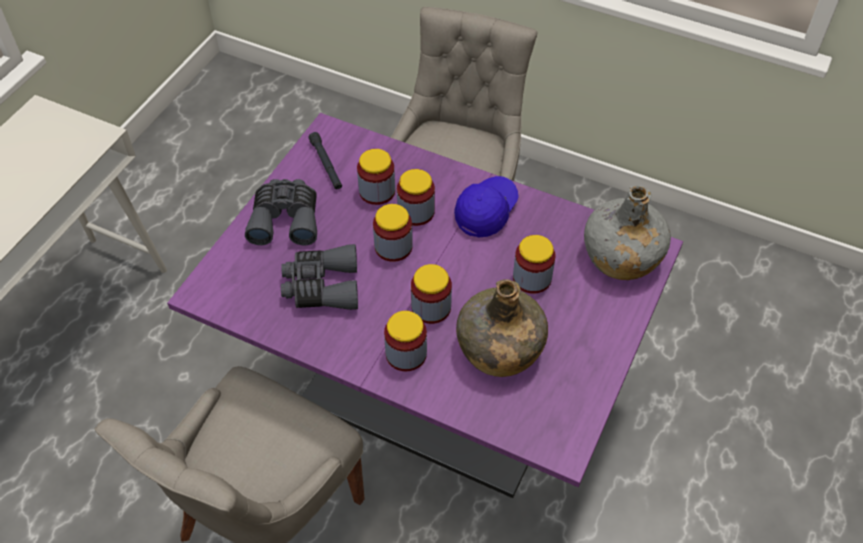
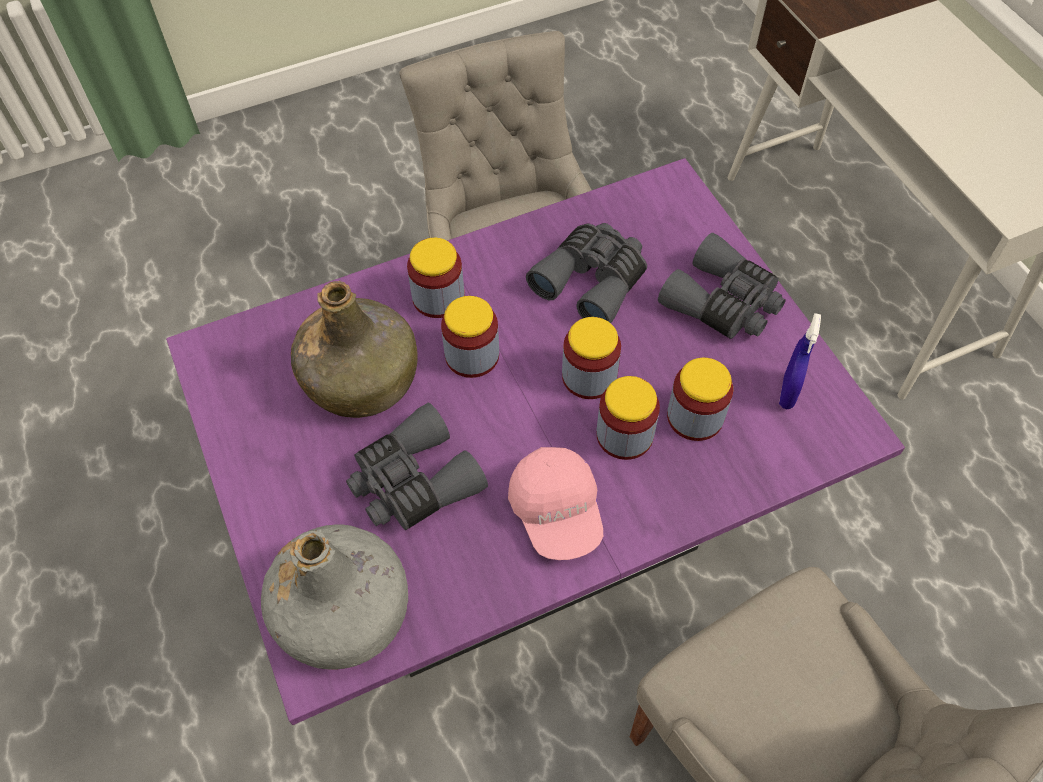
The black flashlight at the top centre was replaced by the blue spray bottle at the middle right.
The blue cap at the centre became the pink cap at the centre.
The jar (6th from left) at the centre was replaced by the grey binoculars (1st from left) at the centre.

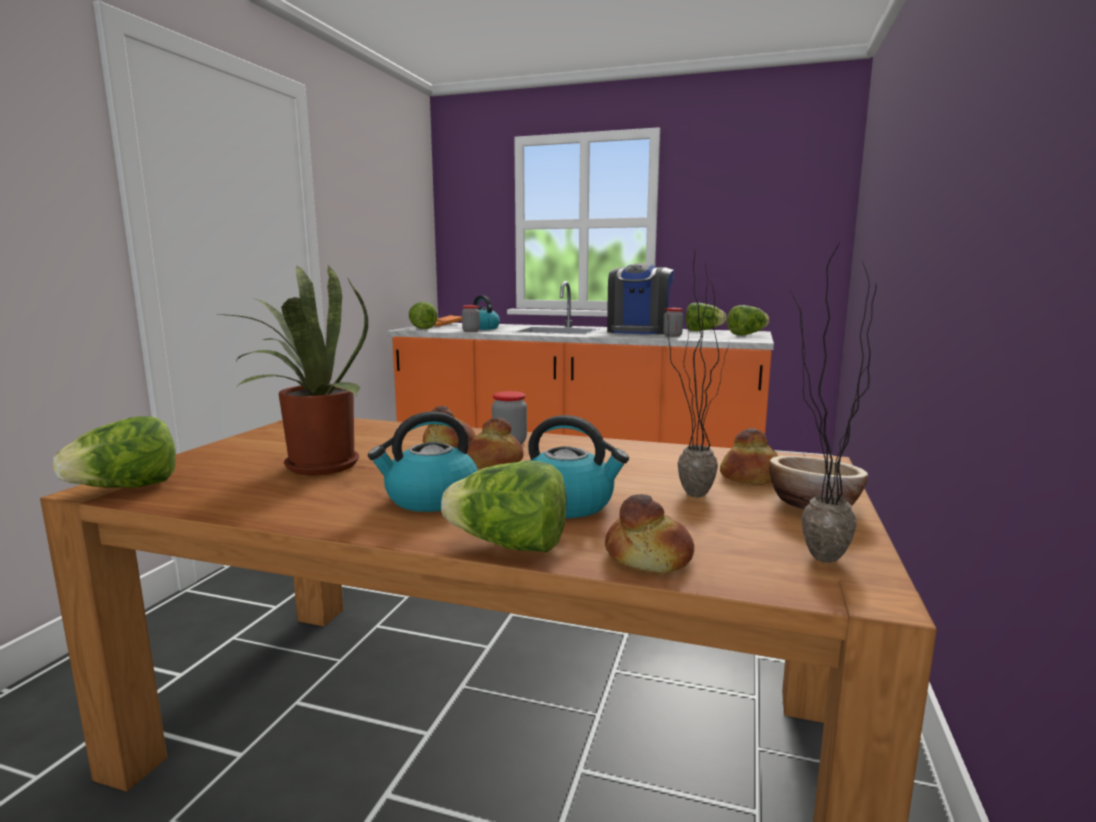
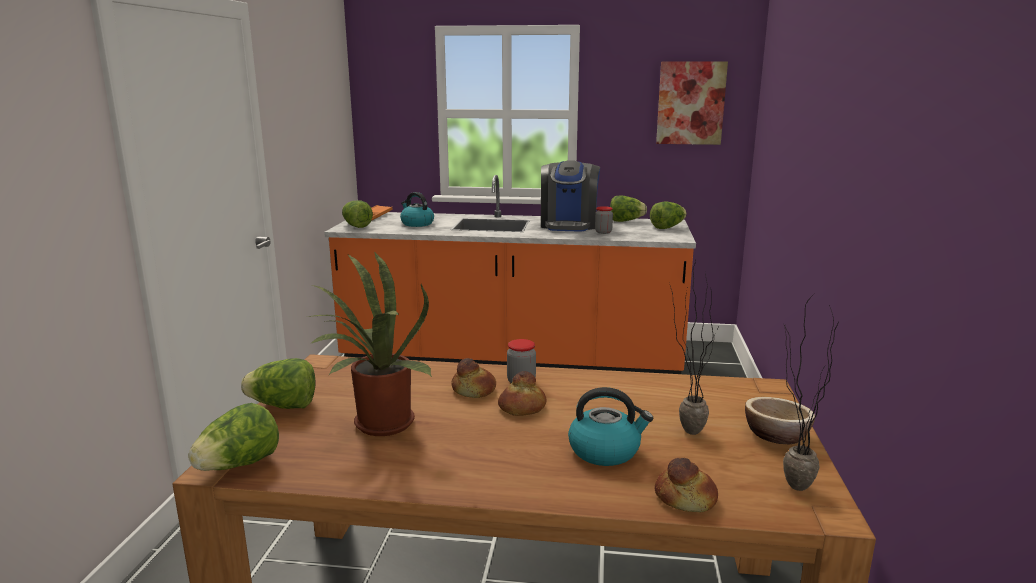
The jar (1st from left) at the centre disappeared.
The kettle (1st from left) at the centre disappeared.
The bread (4th from left) at the middle right disappeared.
The lettuce (3rd from left in the first image) moved from the centre to the middle left.
The picture at the top right appeared.

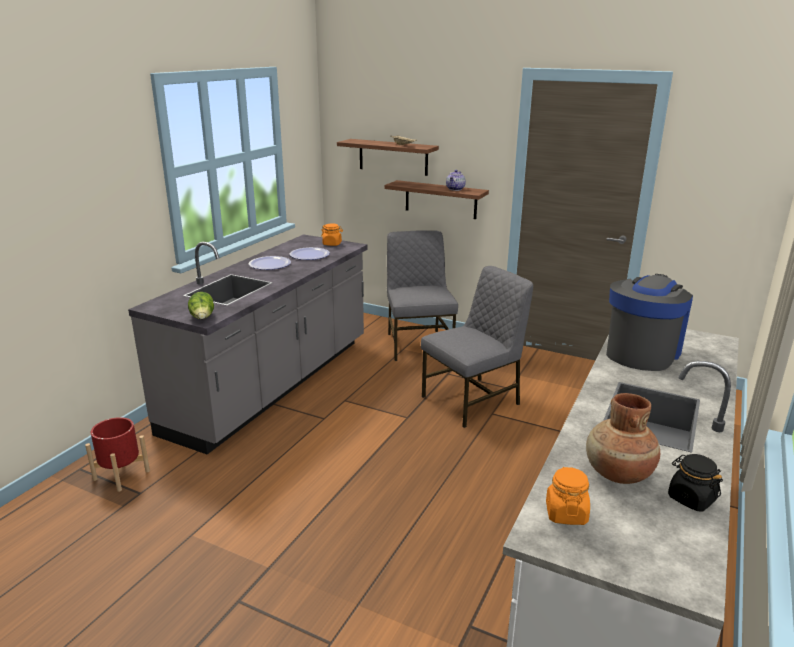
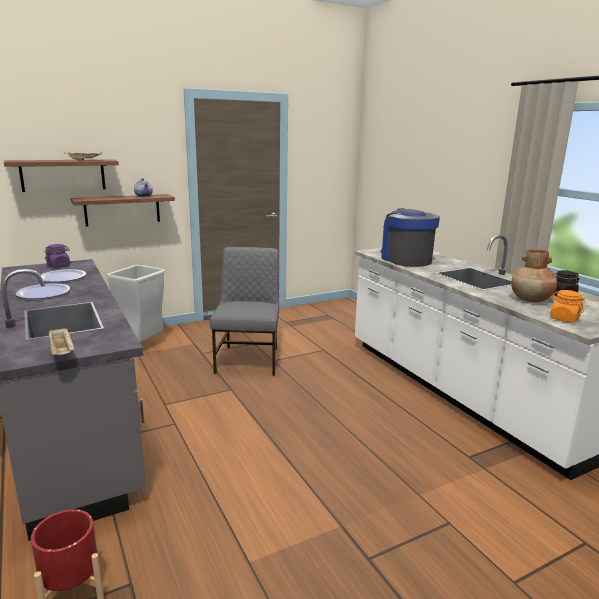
The orange jar (1st from left) at the centre became the purple jar at the middle left.
The grey chair (1st from left) at the centre was replaced by the grey trash can at the middle left.
The lettuce at the middle left disappeared.
The beige tray (1st from left) at the middle left appeared.

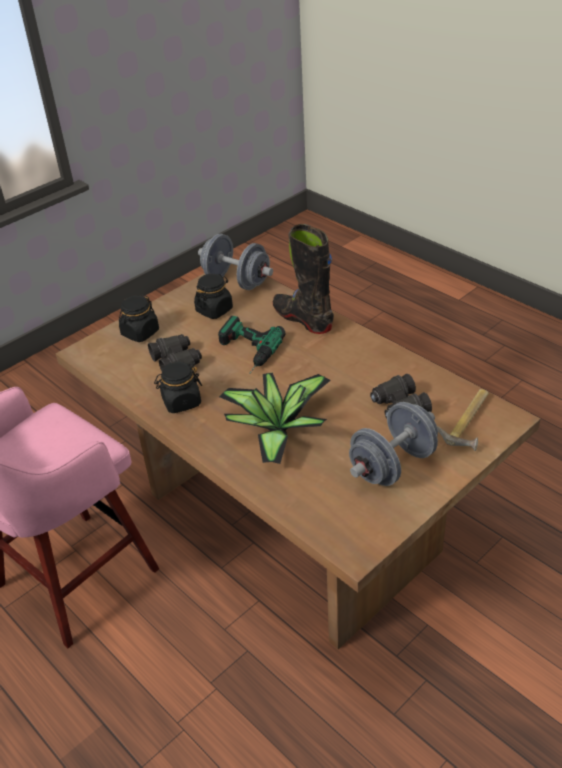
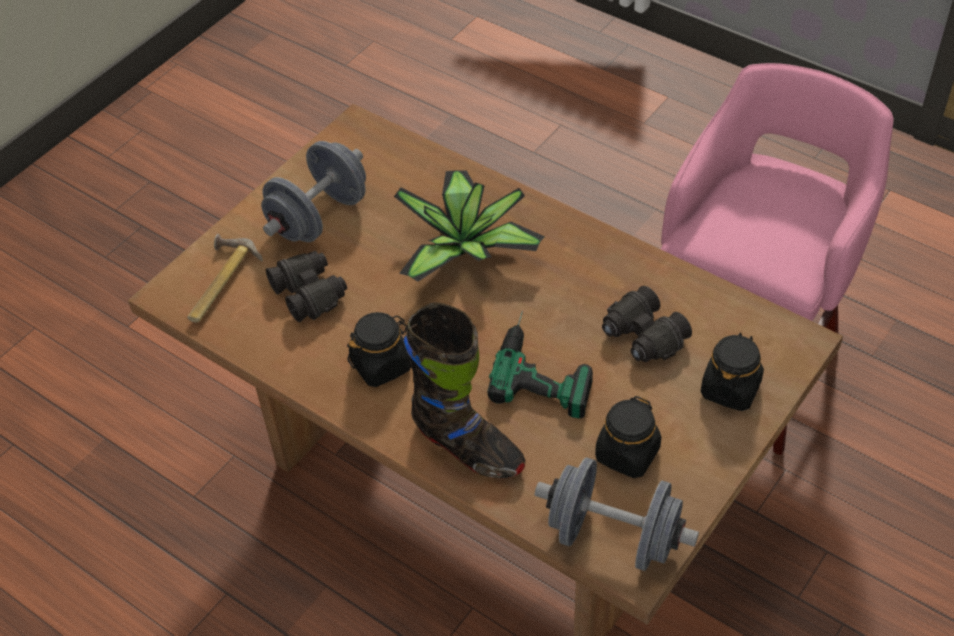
The black jar (2nd from left in the first image) moved from the middle left to the centre.

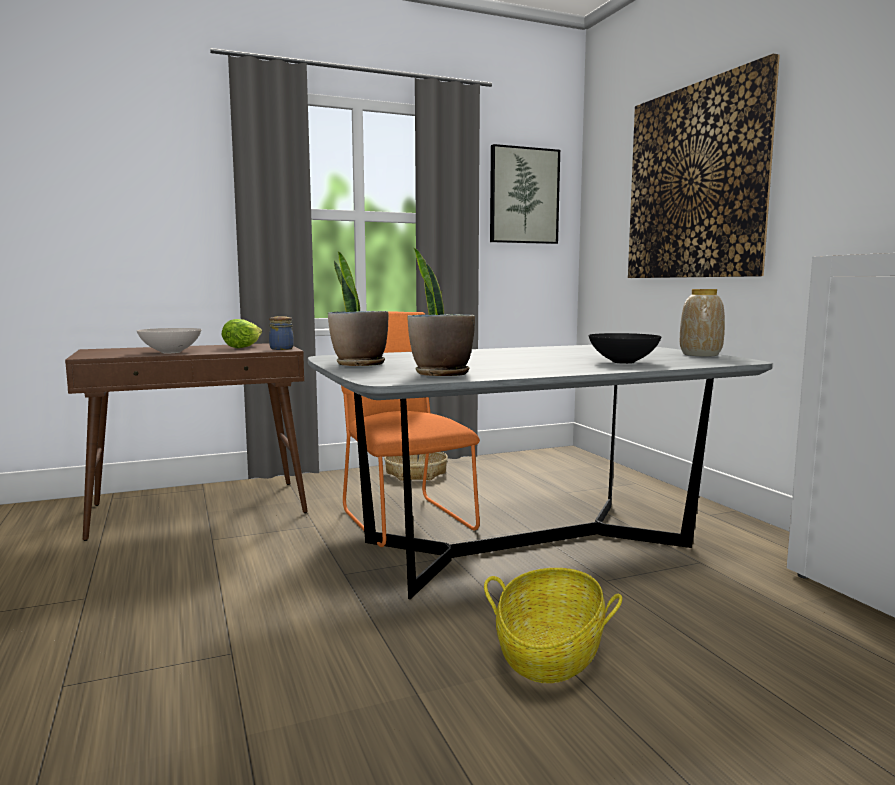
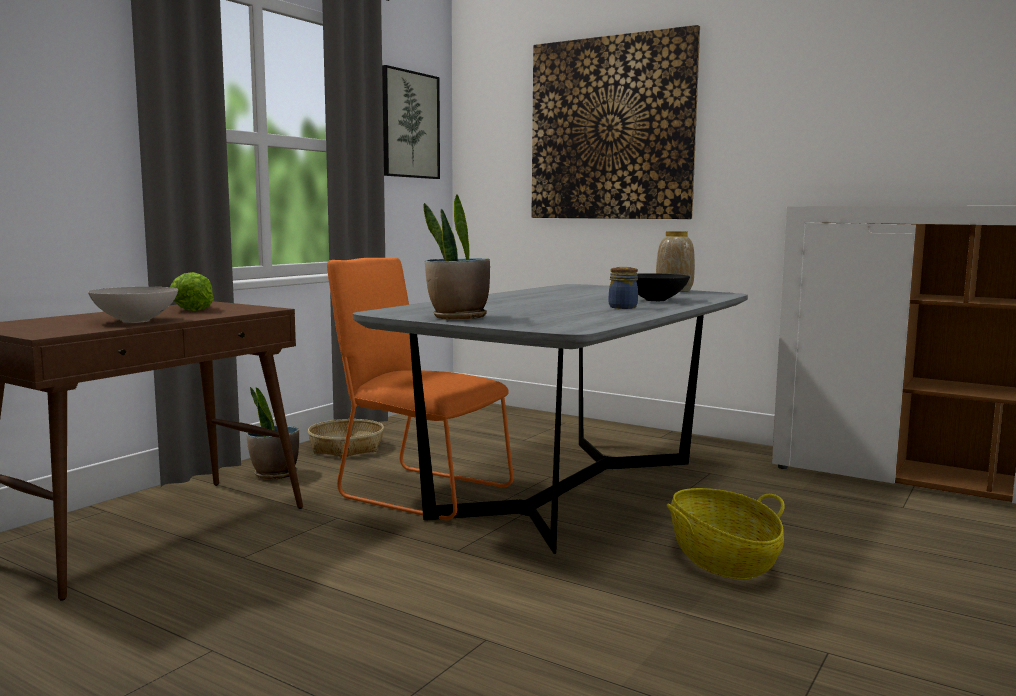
The potted plant (2nd from left in the first image) moved from the centre to the middle left.
The jar moved from the middle left to the centre.

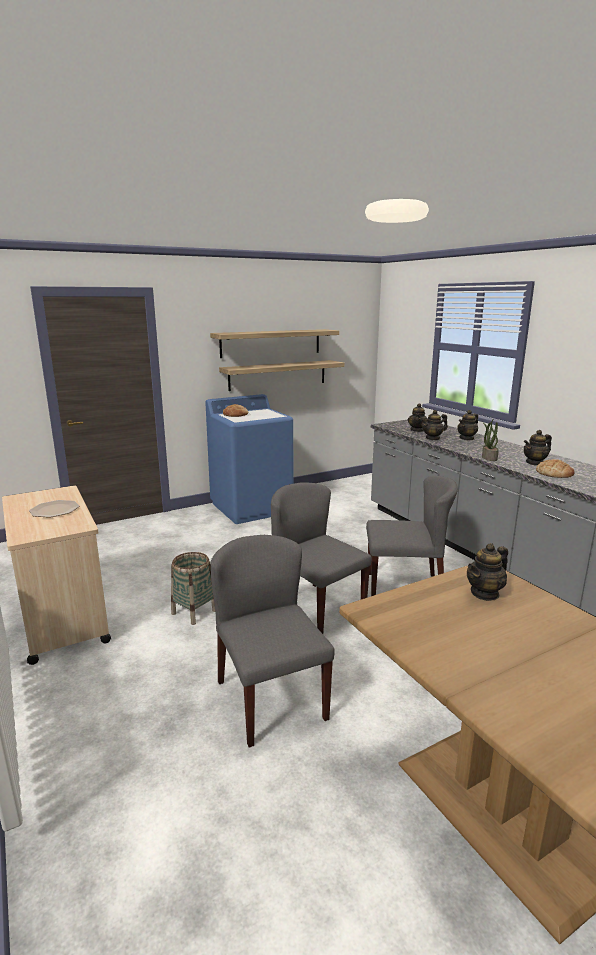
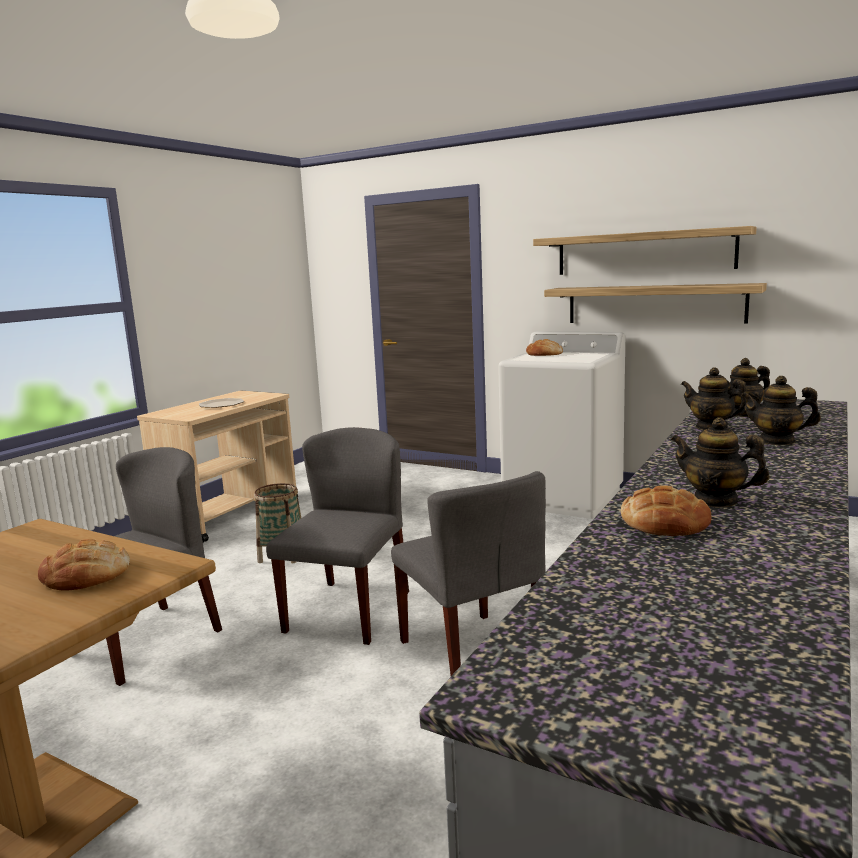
The blue washing machine at the centre became the white washing machine at the centre.
The potted plant at the middle right disappeared.
The teapot (4th from left) at the middle right was replaced by the bread (1st from left) at the middle left.

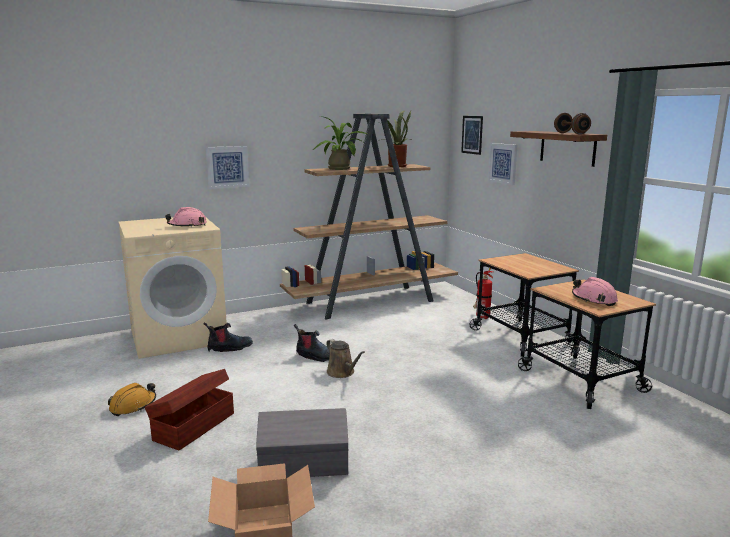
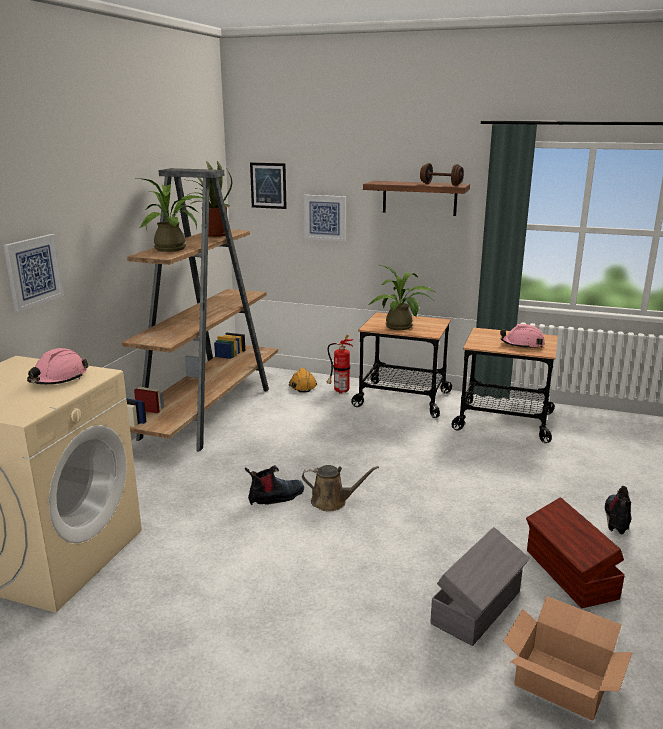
The boot (1st from left in the first image) moved from the middle left to the bottom right.
The brown storage box moved from the bottom left to the bottom right.
The orange hard hat moved from the bottom left to the centre.
The potted plant (3rd from left) at the centre appeared.

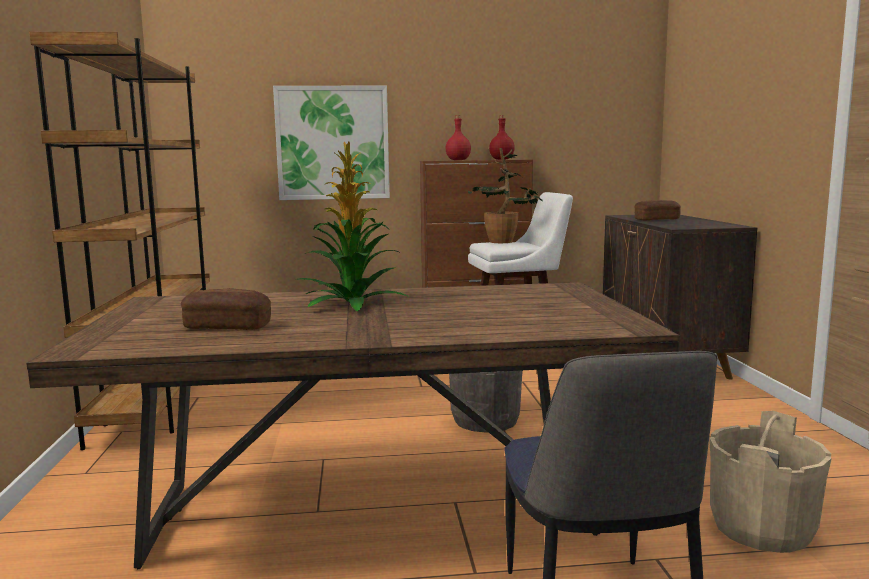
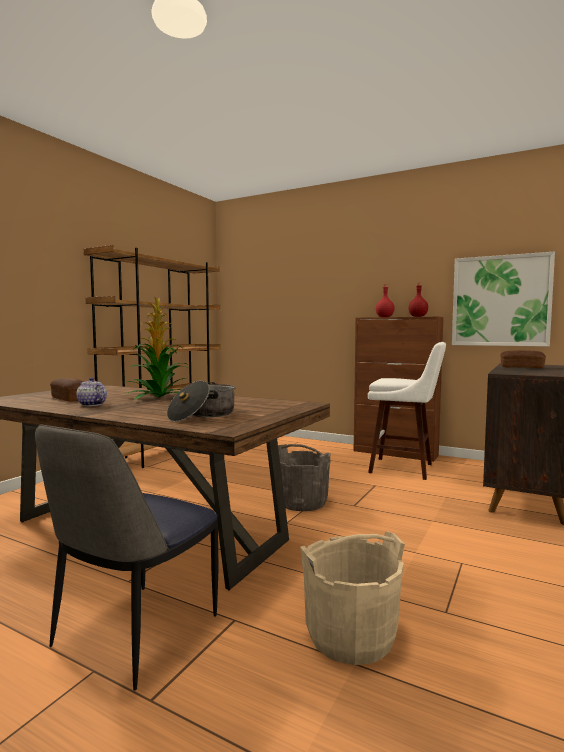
The picture moved from the top centre to the middle right.
The potted plant (2nd from left) at the centre disappeared.
The teapot at the middle left appeared.
The cooking pot at the centre appeared.

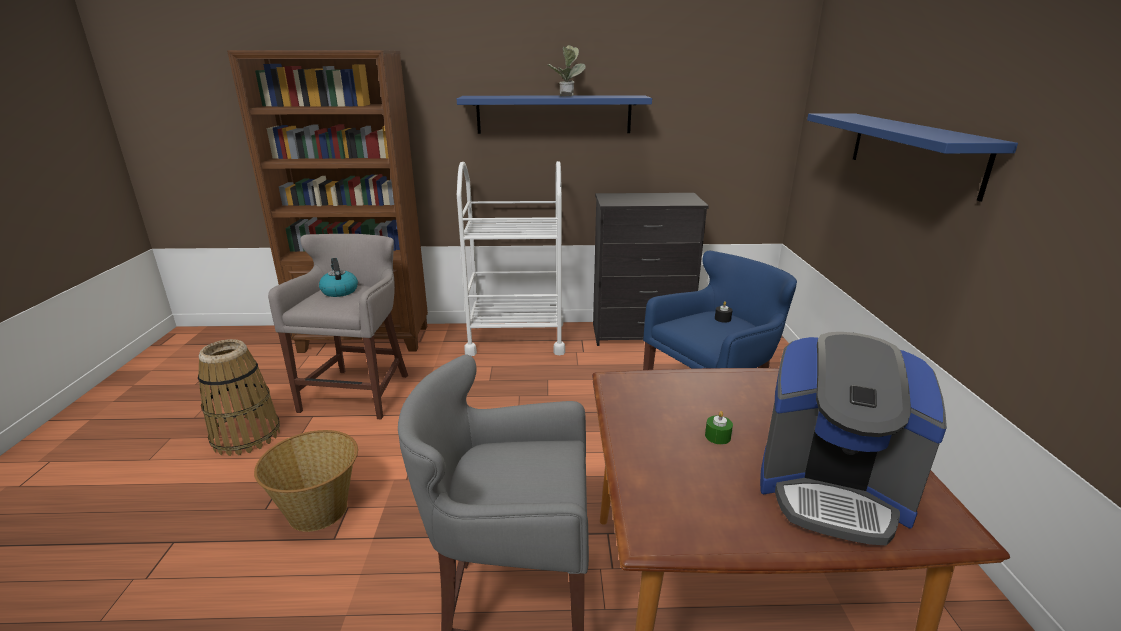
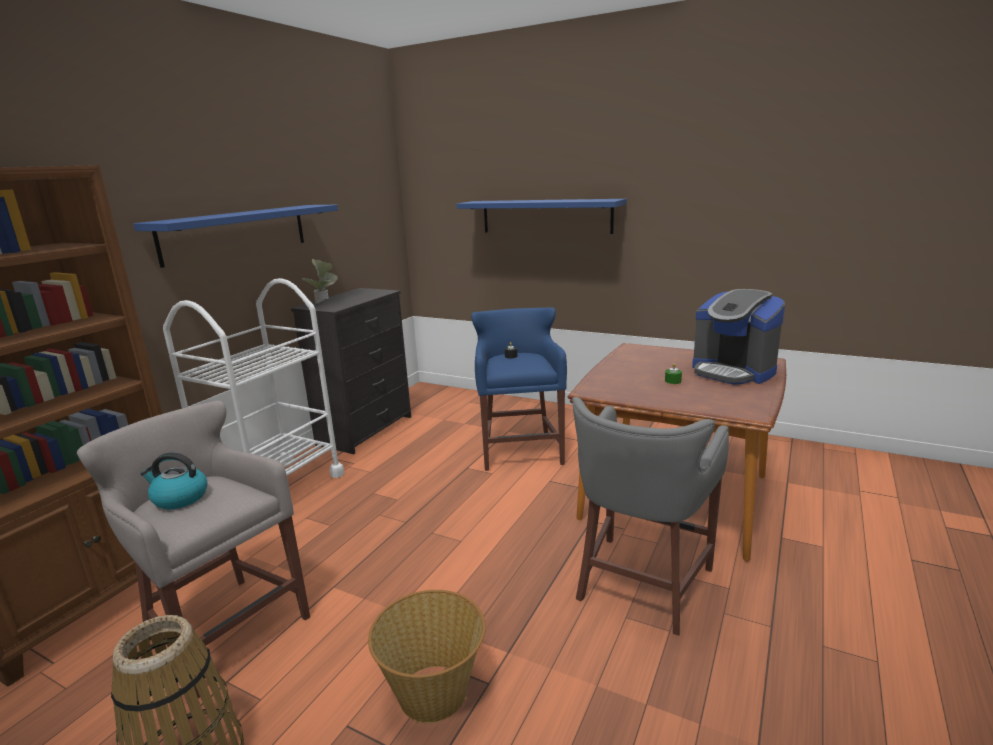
The potted plant moved from the top centre to the middle left.
The coffee machine at the bottom right turned 90 degrees clockwise.

